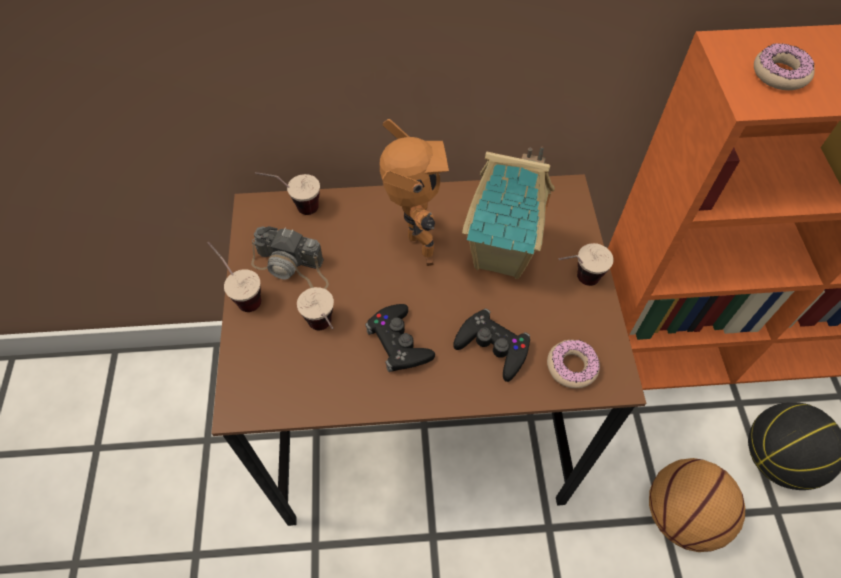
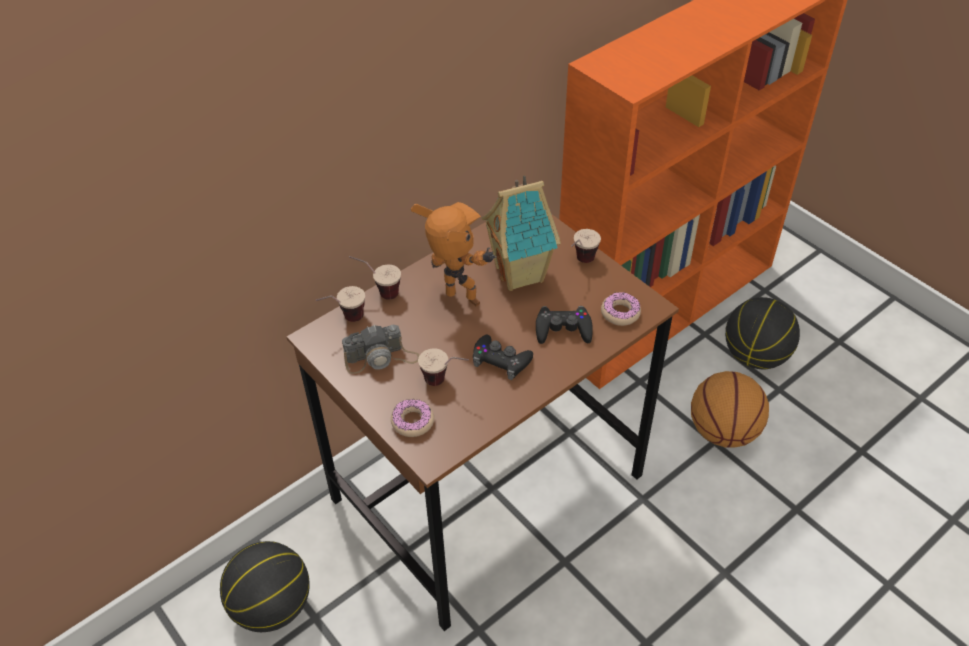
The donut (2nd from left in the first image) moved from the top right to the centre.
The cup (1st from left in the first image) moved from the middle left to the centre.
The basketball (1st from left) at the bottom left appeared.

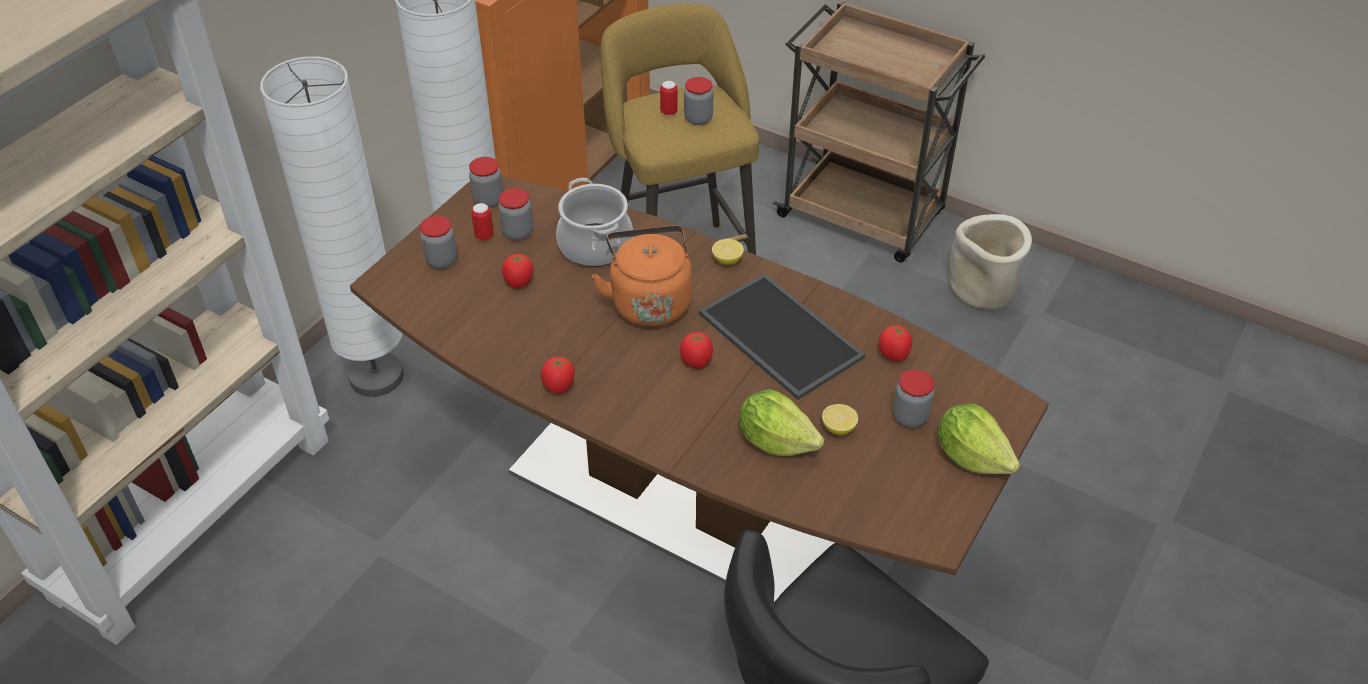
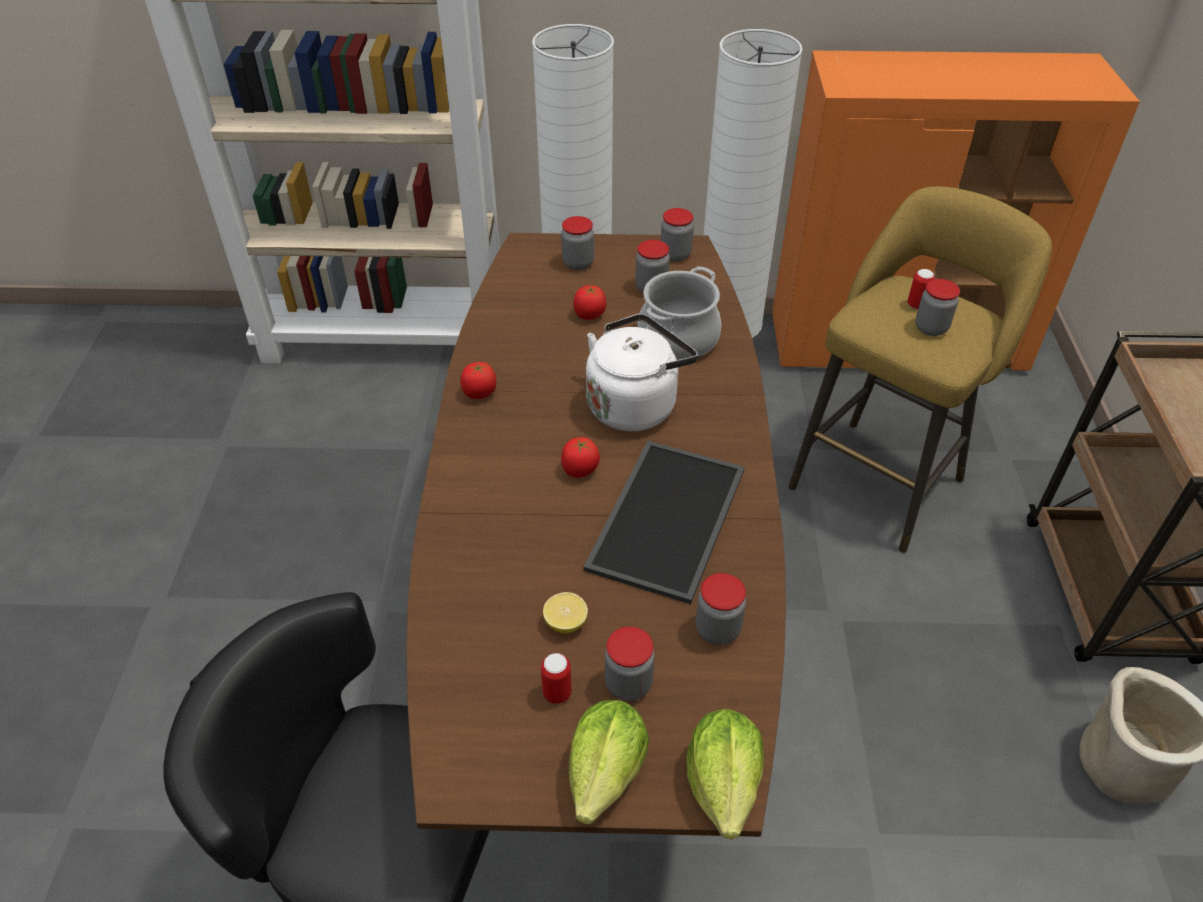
The can (1st from left) moved from the top centre to the bottom centre.
The orange kettle at the centre became the white kettle at the centre.
The lemon (1st from left) at the centre disappeared.
The tomato (4th from left) at the centre was replaced by the jar (5th from left) at the bottom centre.
The lettuce (1st from left in the first image) moved from the centre to the bottom centre.

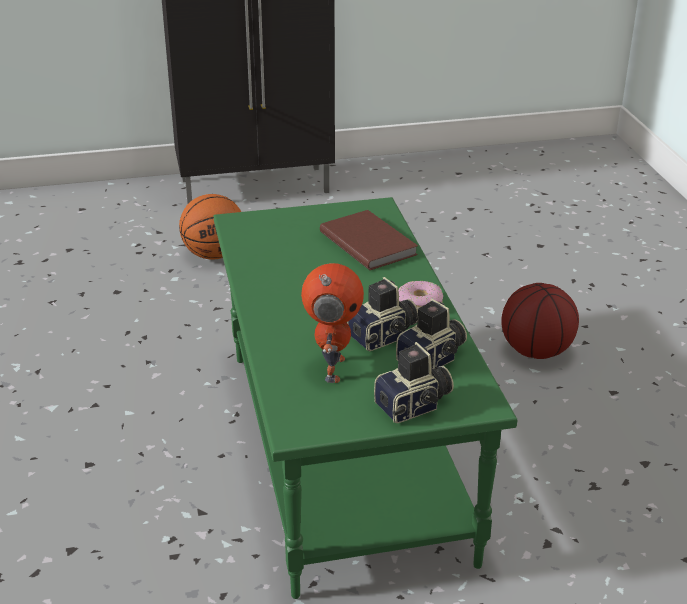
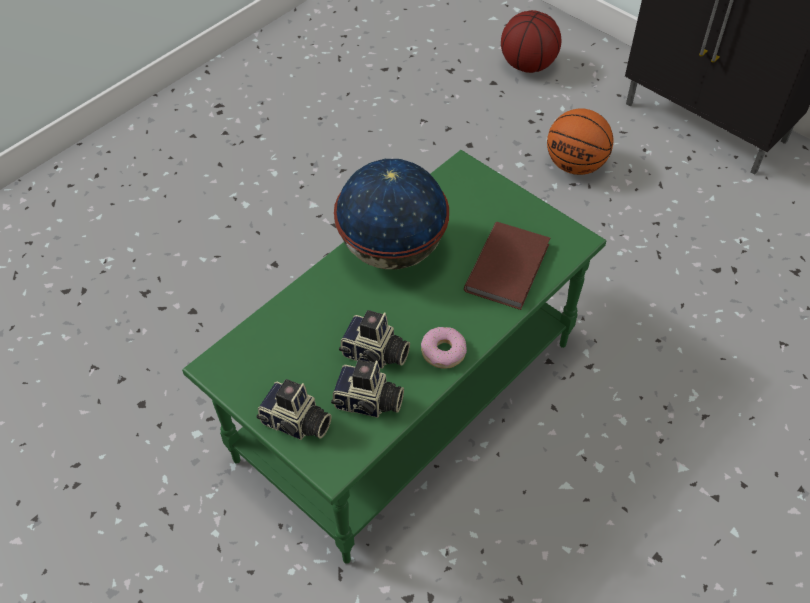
The toy robot at the centre disappeared.
The basketball (2nd from left in the first image) moved from the middle right to the top centre.
The globe at the centre appeared.

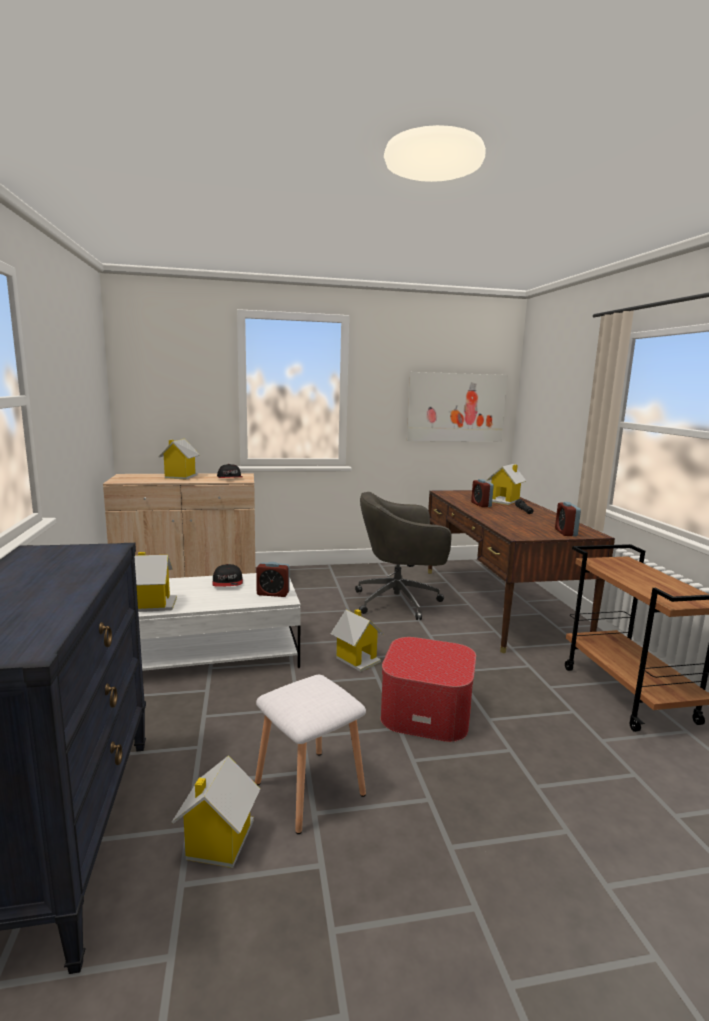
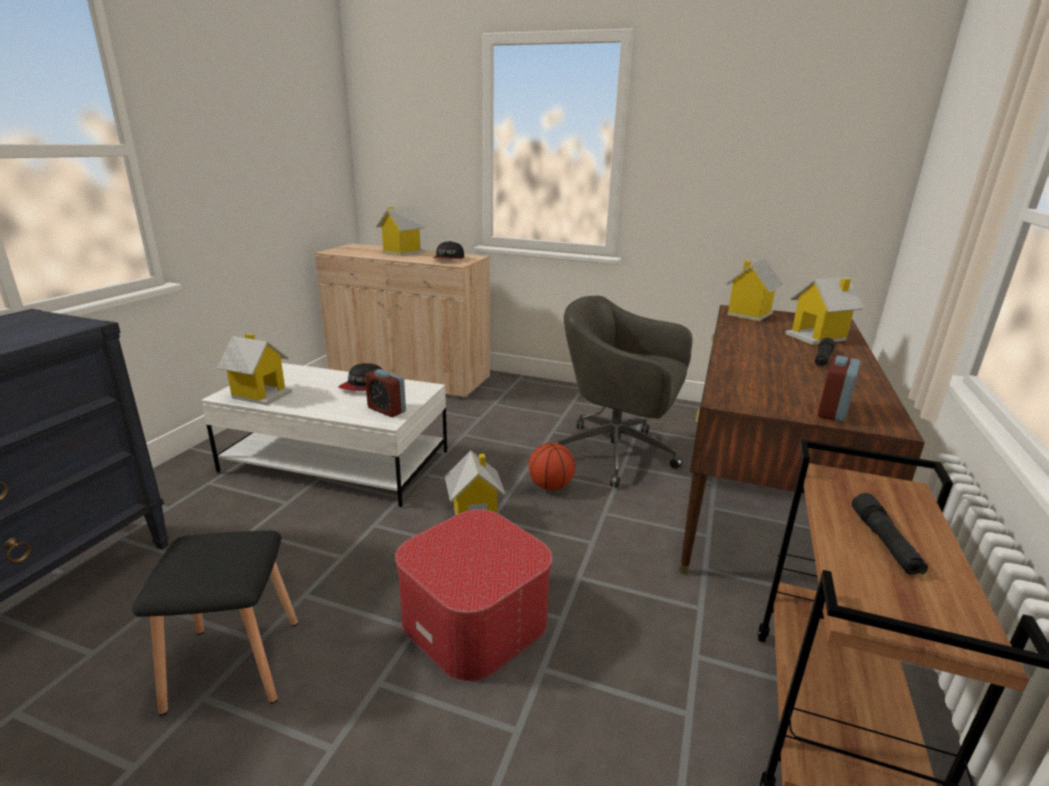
The picture at the centre disappeared.
The alarm clock (2nd from left) at the middle right disappeared.
The white stool at the bottom centre became the black stool at the bottom left.
The toy house (3rd from left in the first image) moved from the bottom left to the middle right.
The basketball at the centre appeared.
The black flashlight (2nd from left) at the bottom right appeared.

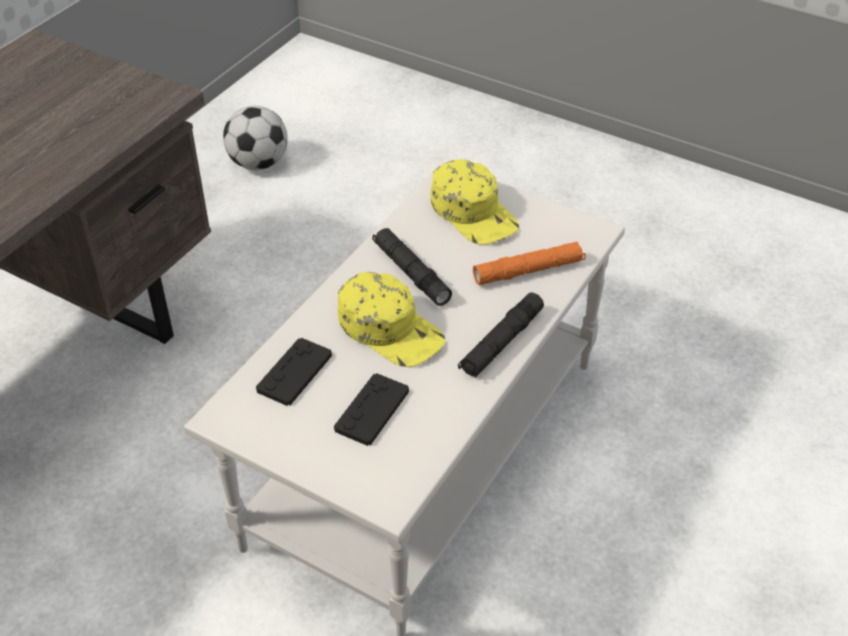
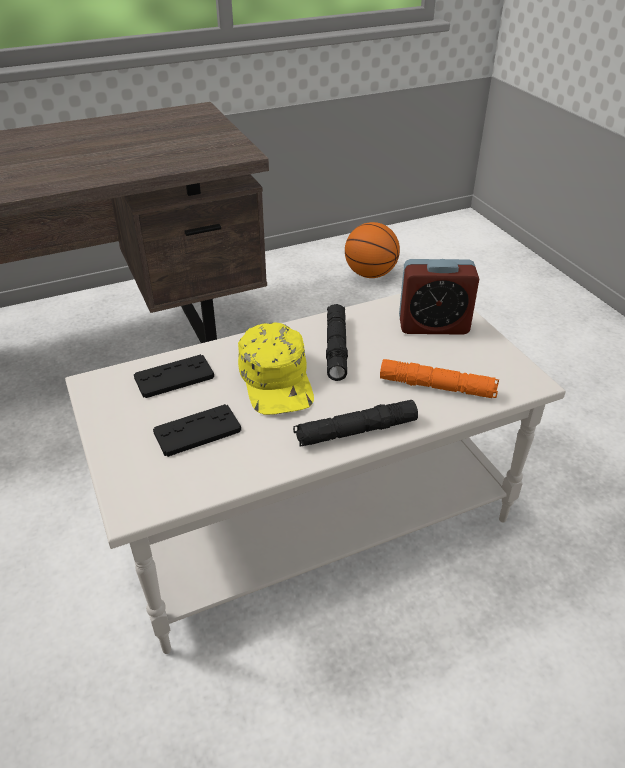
The football at the top left was replaced by the basketball at the top centre.
The yellow cap (2nd from left) at the top centre was replaced by the alarm clock at the middle right.

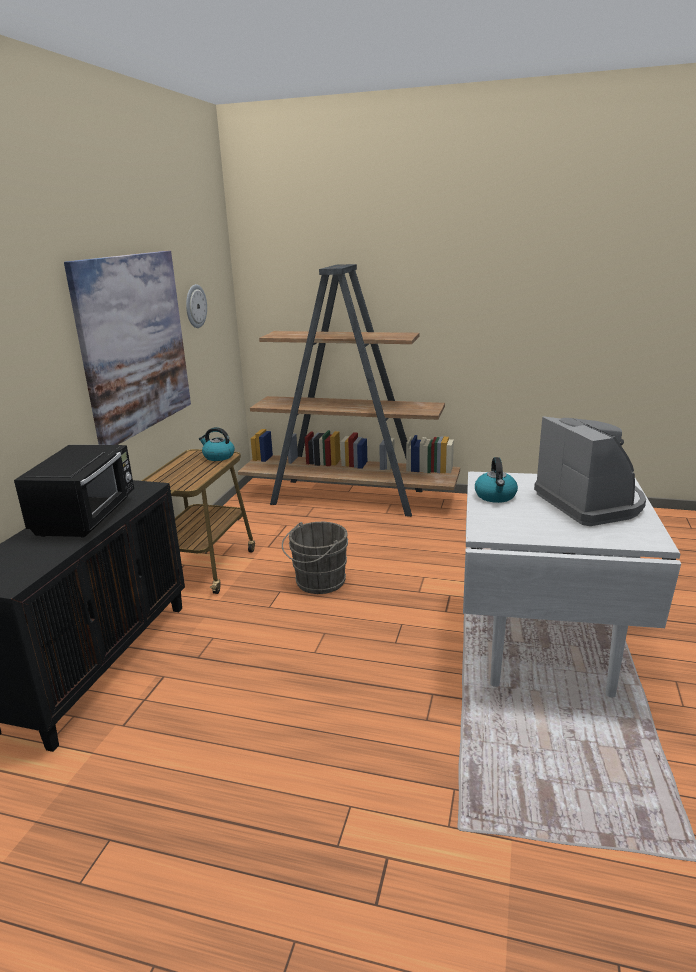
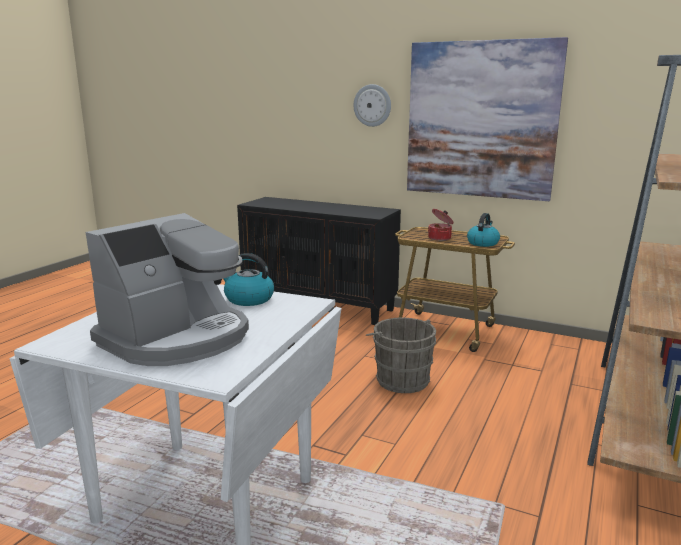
The wall clock moved from the top left to the top centre.
The coffee machine at the middle right turned 45 degrees counterclockwise.
The black microwave at the middle left disappeared.
The cooking pot at the centre appeared.

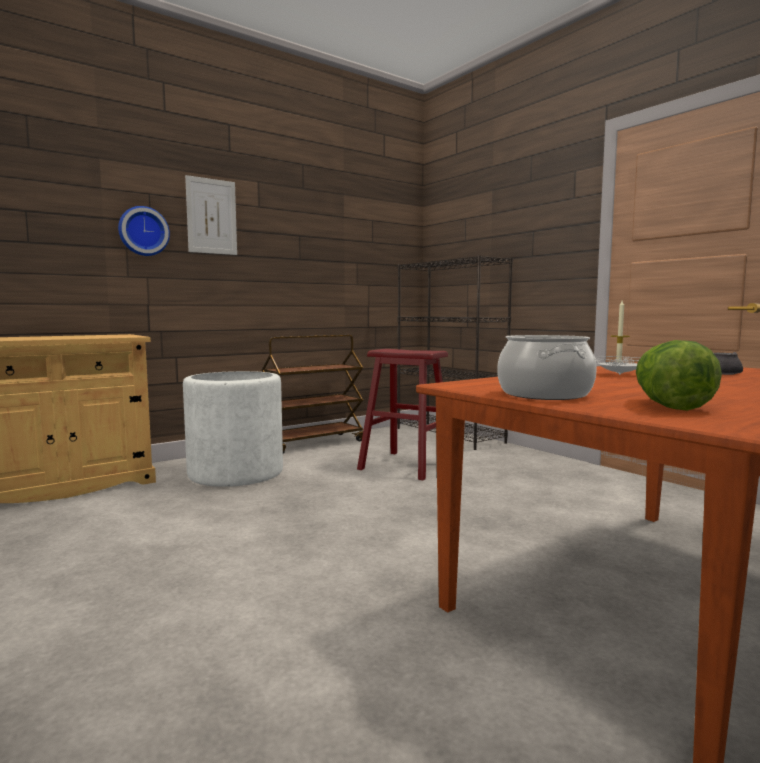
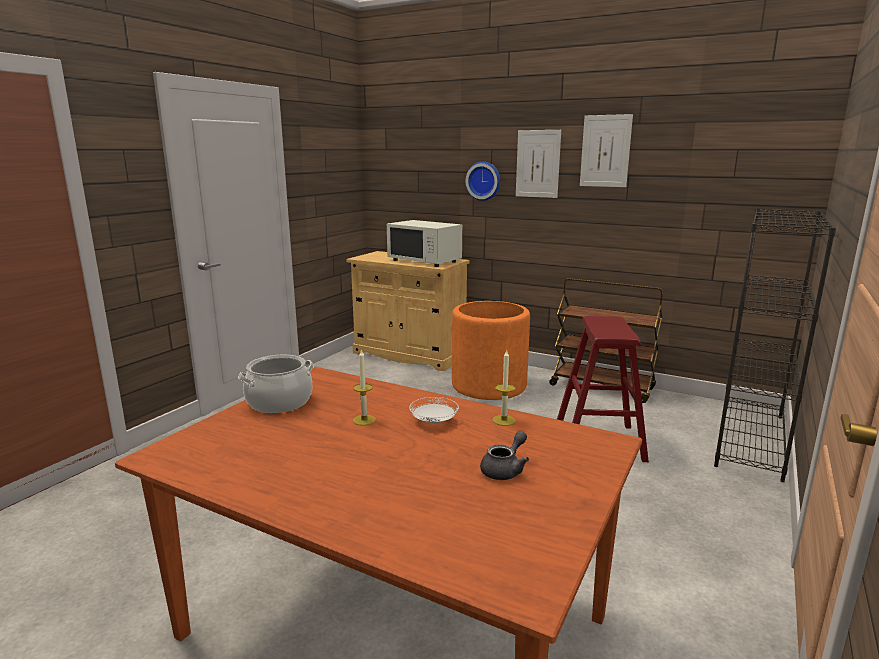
The lettuce at the middle right disappeared.
The white planter at the middle left became the orange planter at the centre.
The picture (2nd from left) at the top right appeared.
The white microwave at the centre appeared.
The candle (1st from left) at the centre appeared.

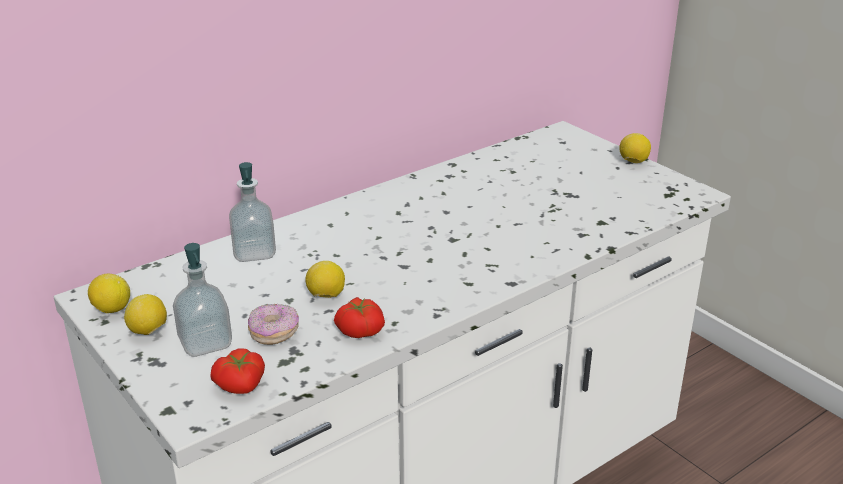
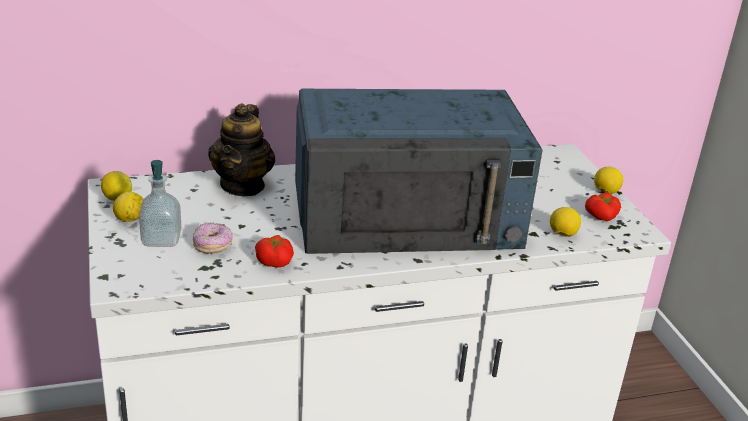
The soap dispenser (2nd from left) at the middle left was replaced by the teapot at the middle left.
The lemon (3rd from left) moved from the centre to the middle right.
The tomato (1st from left in the first image) moved from the bottom left to the middle right.
The blue microwave at the centre appeared.

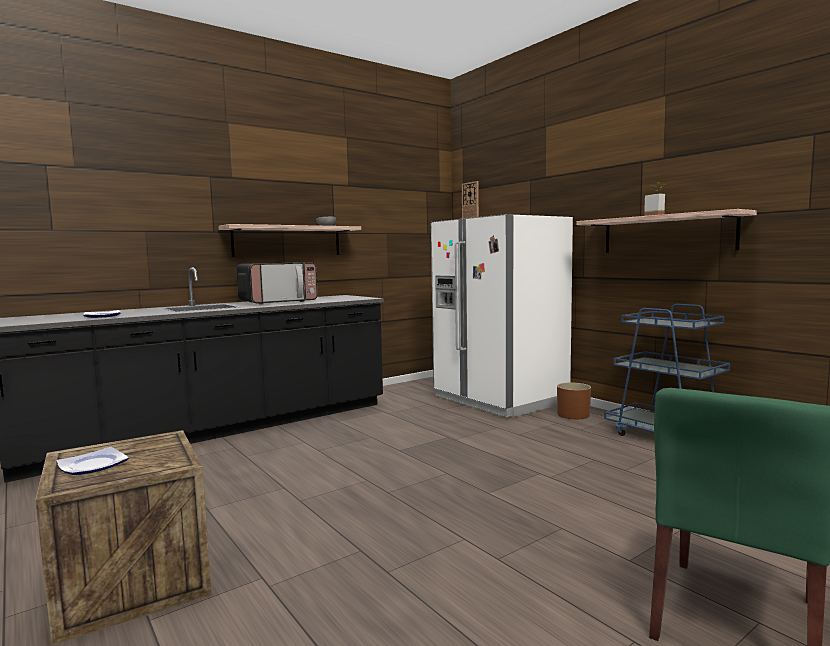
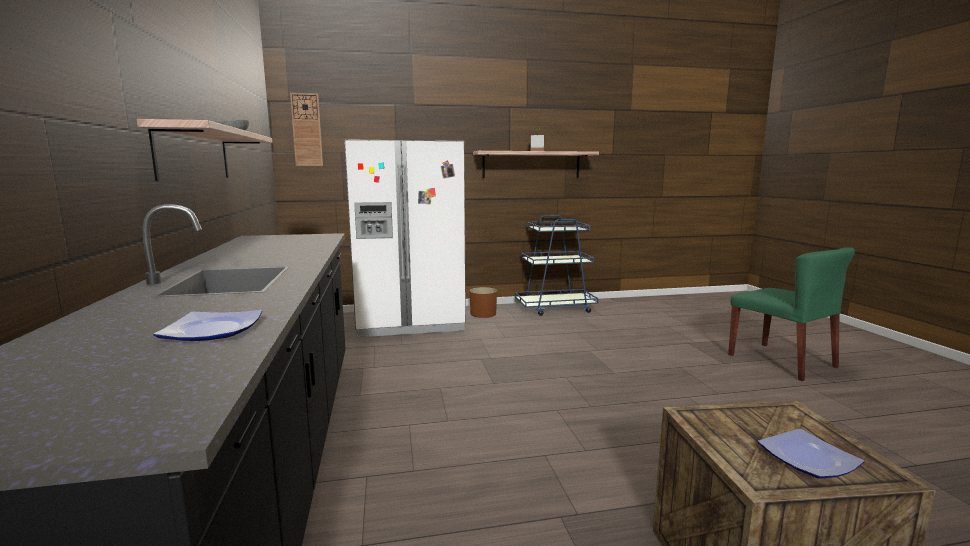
The microwave at the centre disappeared.

